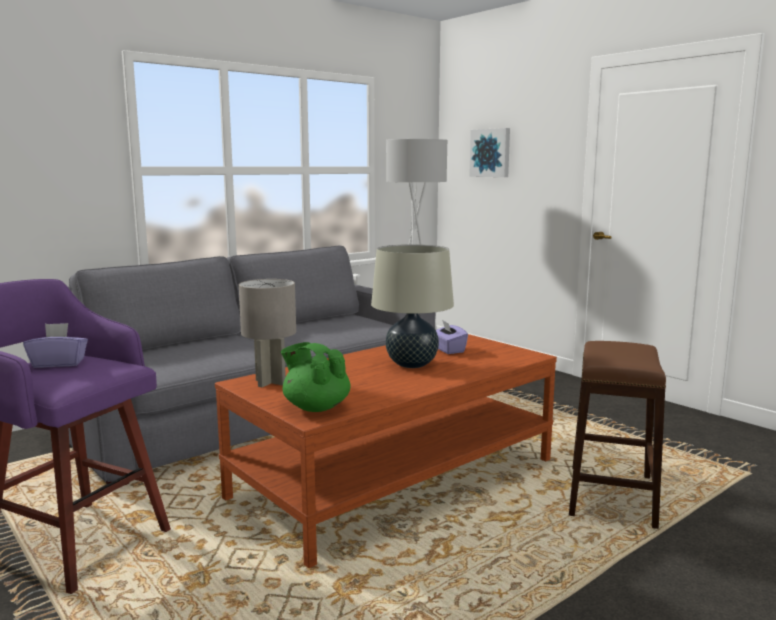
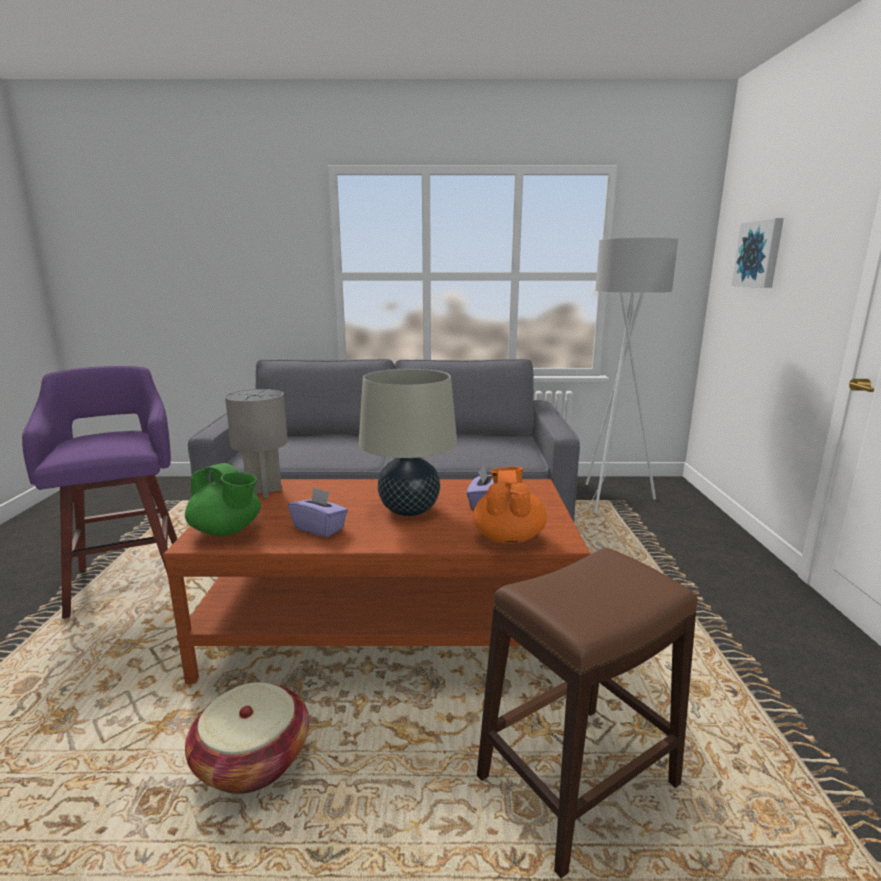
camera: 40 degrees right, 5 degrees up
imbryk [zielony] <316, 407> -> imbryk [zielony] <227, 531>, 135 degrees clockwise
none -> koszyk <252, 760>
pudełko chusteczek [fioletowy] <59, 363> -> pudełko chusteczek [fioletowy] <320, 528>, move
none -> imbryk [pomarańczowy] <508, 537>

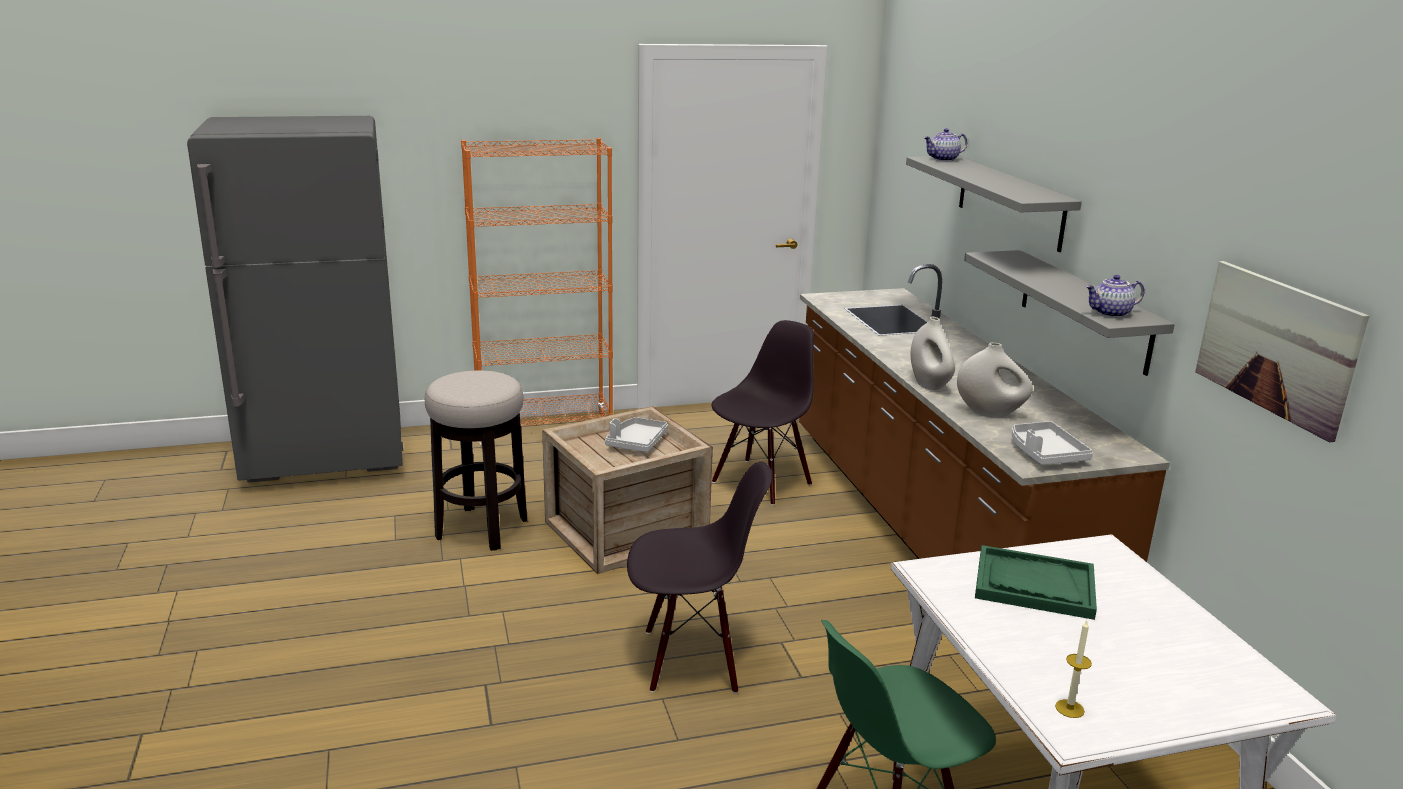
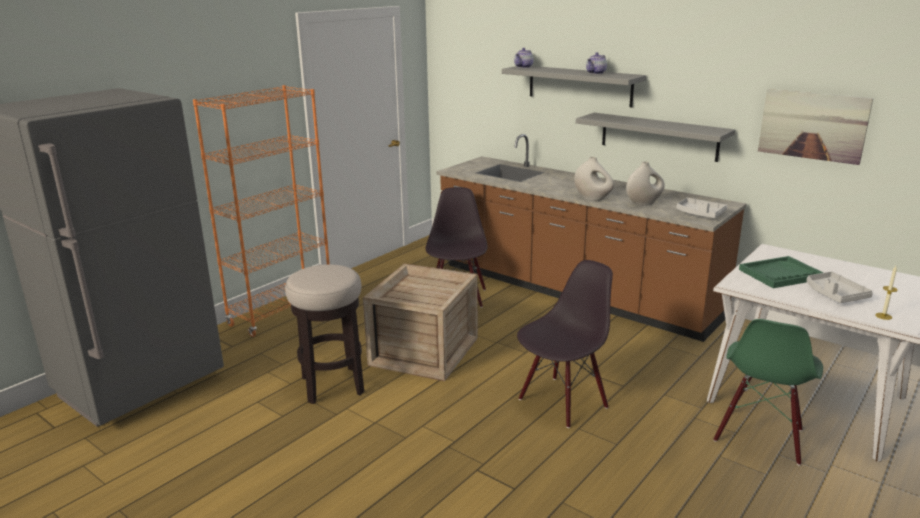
camera: 35 degrees left, 0 degrees up
imbryk <1111, 314> -> imbryk <596, 73>, move
taca [szary] <636, 442> -> taca [szary] <834, 294>, move

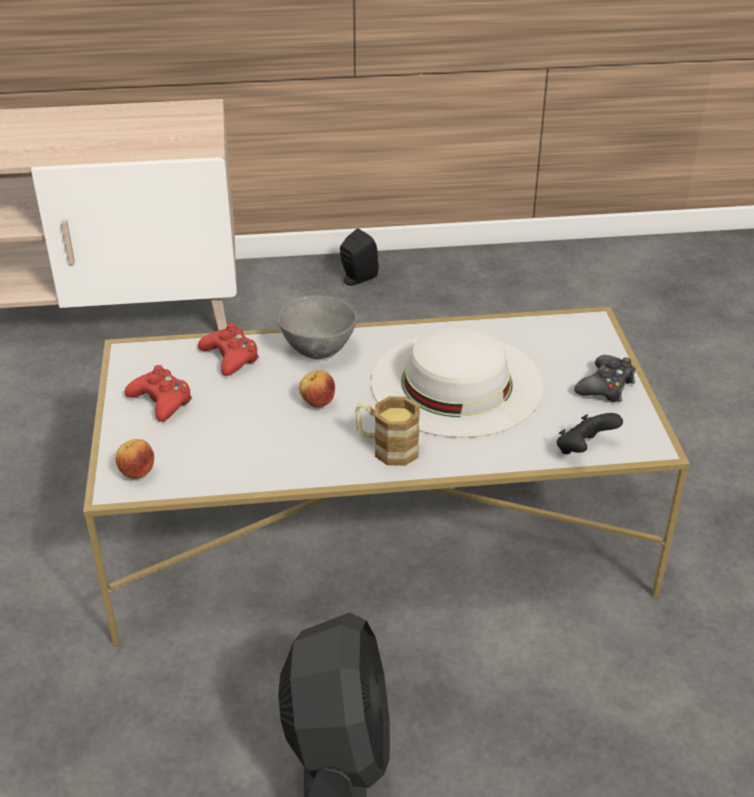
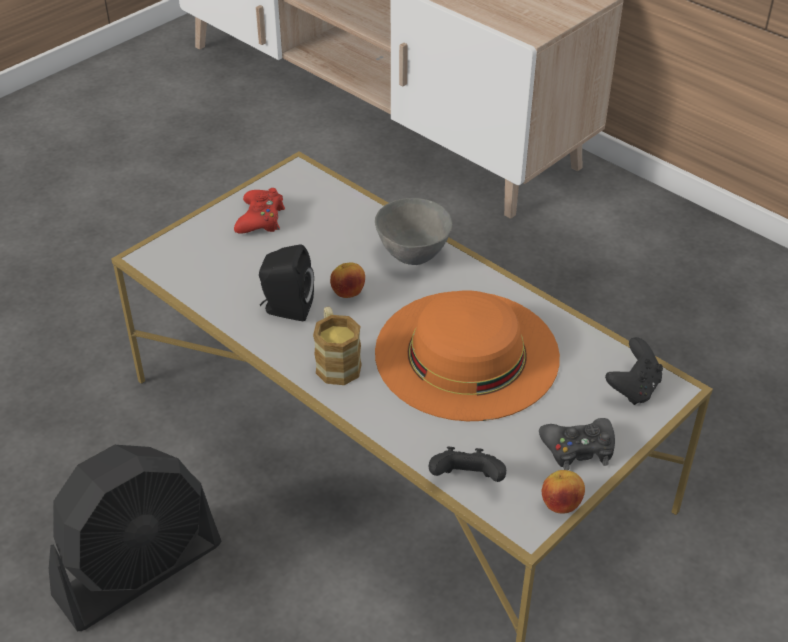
camera: 50 degrees right, 5 degrees up
głośnik [czarny] <356, 279> -> głośnik [czarny] <286, 309>, move
kapelusz [biały] <456, 383> -> kapelusz [pomarańczowy] <466, 353>
jabłko <137, 473> -> jabłko <560, 504>, move
none -> pad do gier [czarny] <633, 388>
pad do gier [czerwony] <230, 357> -> none

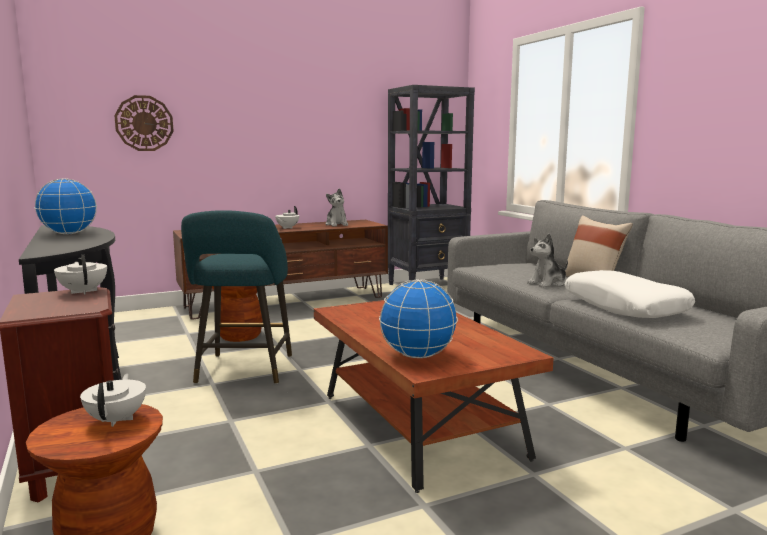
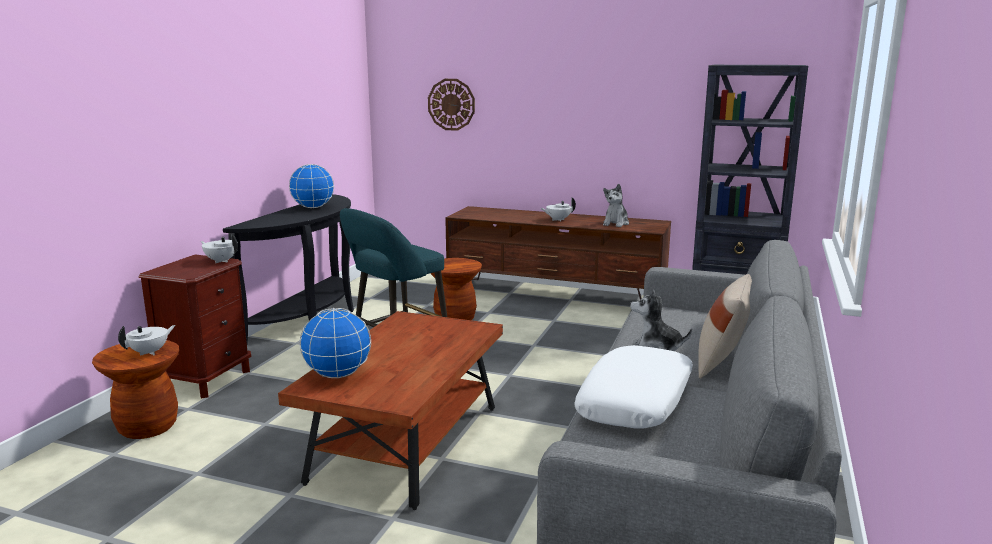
camera: 45 degrees right, 5 degrees up
imbryk [biały] <83, 291> -> imbryk [biały] <221, 261>, 75 degrees counterclockwise

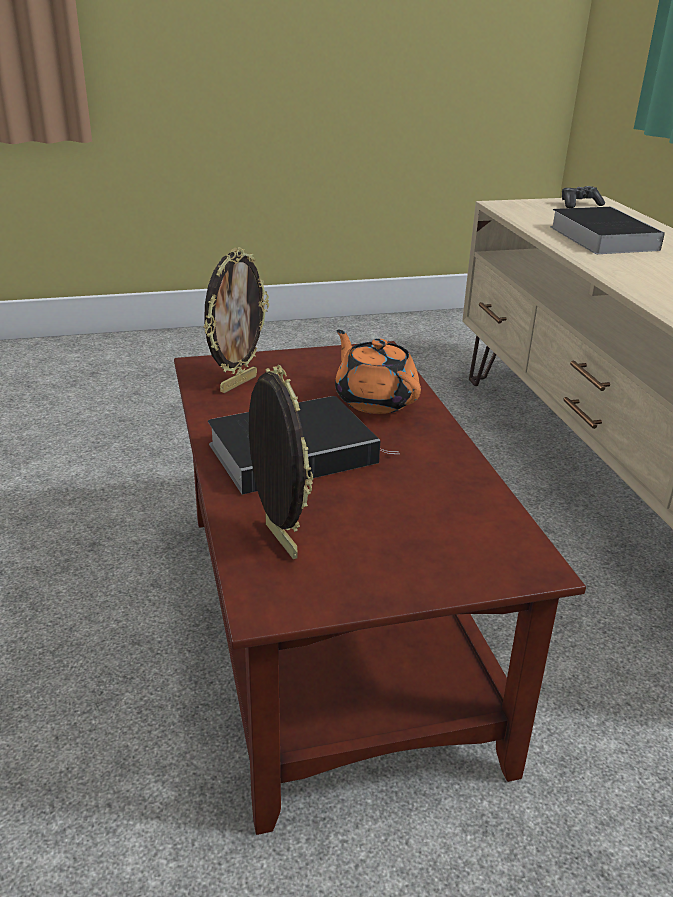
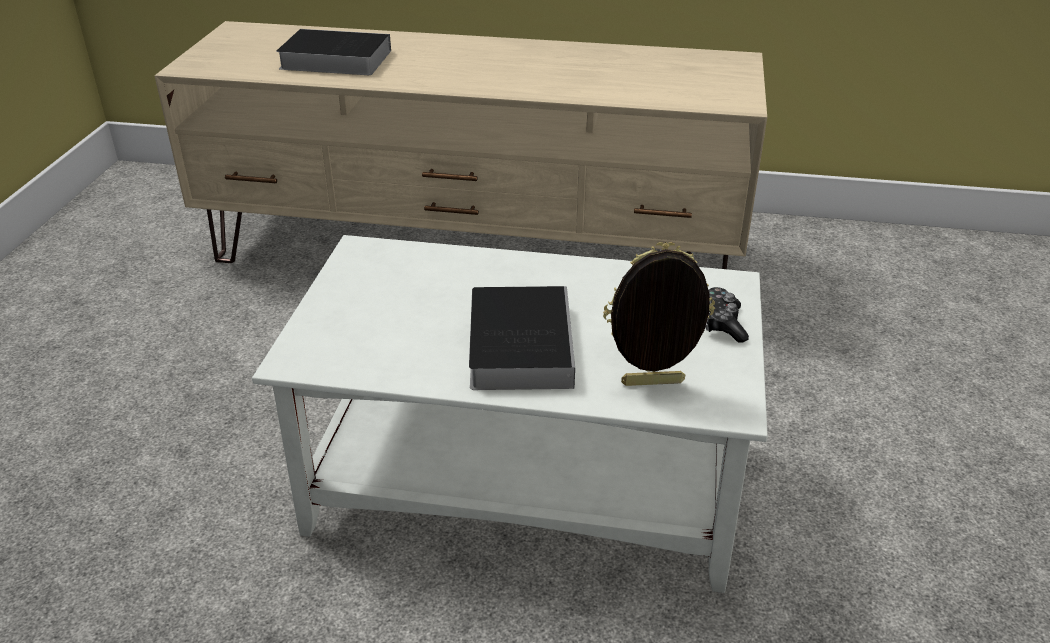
camera: 65 degrees left, 5 degrees up
ława [brązowy] <333, 630> -> ława [biały] <528, 481>
pad do gier <579, 204> -> pad do gier <722, 323>, move
ramka na zdjęcie <237, 383> -> none
imbryk [pomarańczowy] <375, 400> -> none

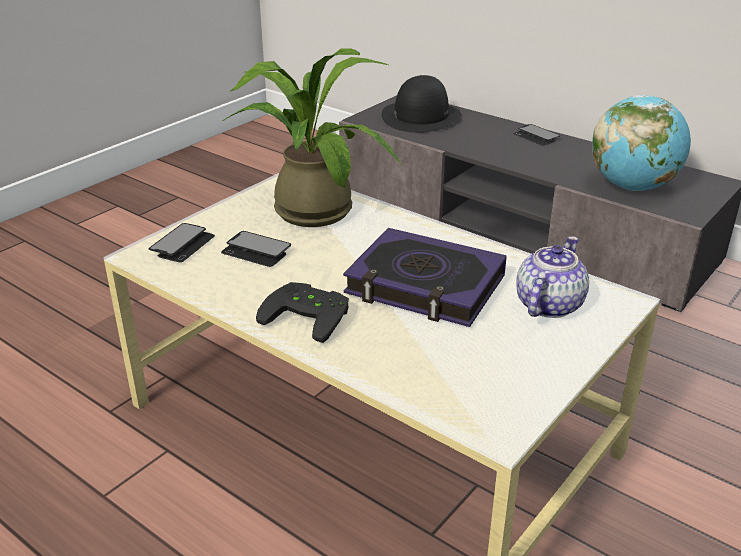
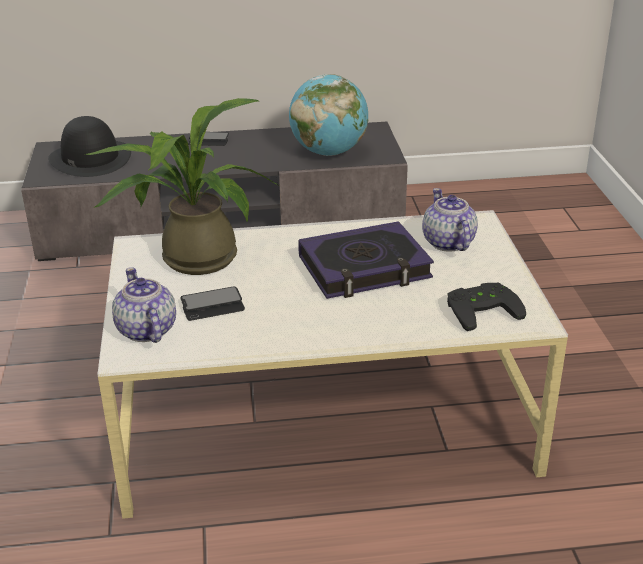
camera: 45 degrees left, 0 degrees up
telefon <182, 244> -> imbryk <146, 331>
pad do gier [czarny] <309, 314> -> pad do gier [czarny] <481, 308>, move

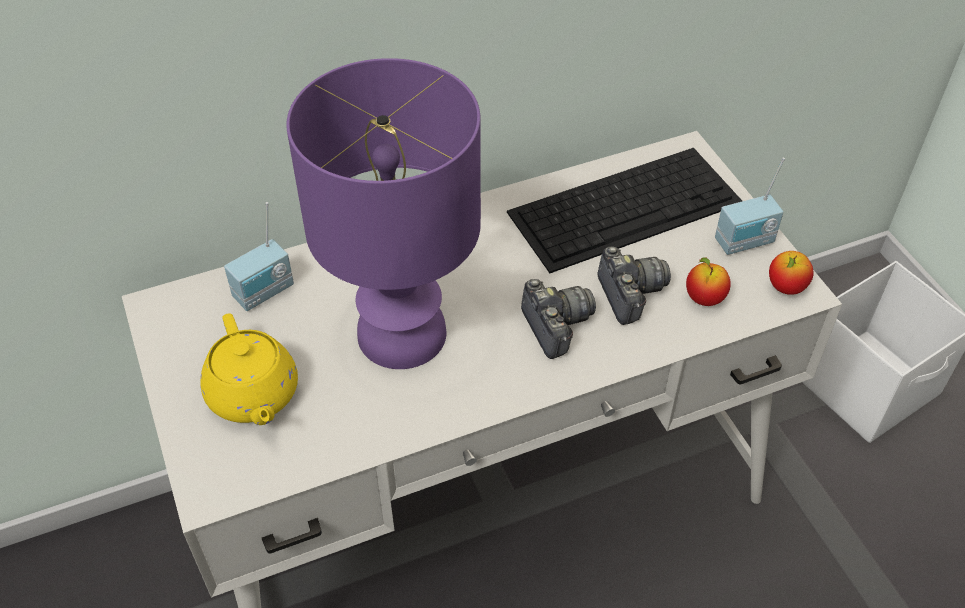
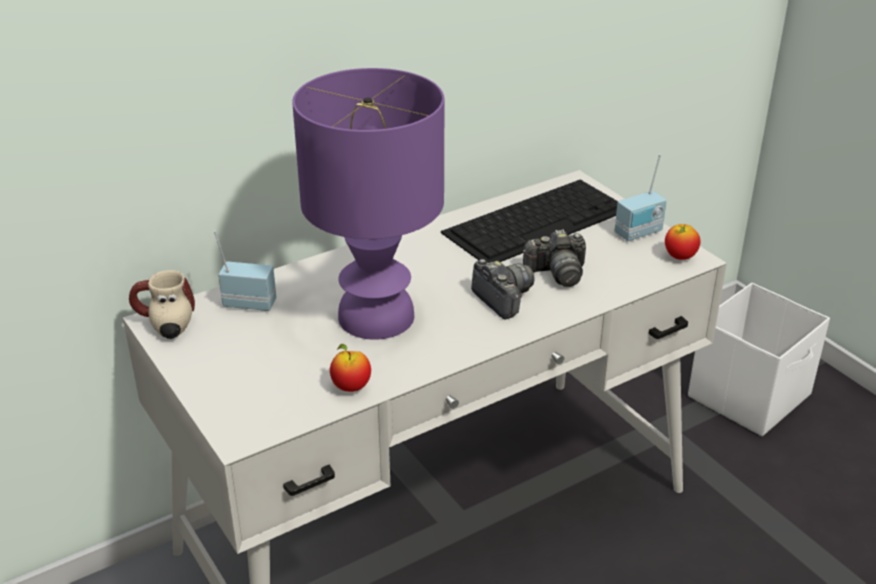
camera: 10 degrees left, 15 degrees down
none -> kubek <164, 326>
radio <265, 293> -> radio <250, 303>, 120 degrees counterclockwise
jabłko <704, 298> -> jabłko <351, 387>, move
aparat fotograficzny <629, 294> -> aparat fotograficzny <557, 273>, 105 degrees clockwise
imbryk [żółty] <253, 395> -> none

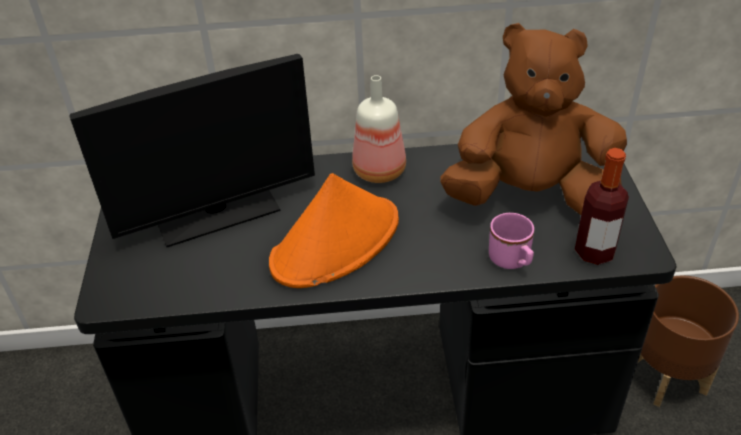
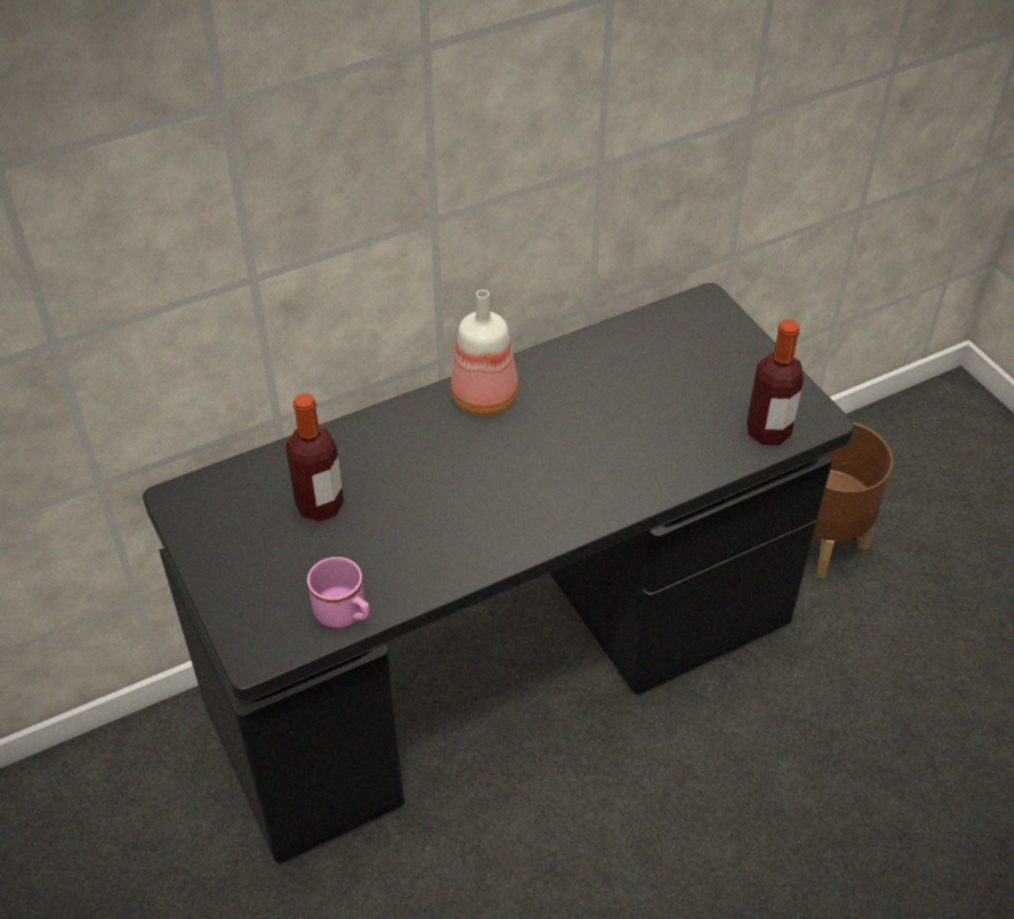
camera: 25 degrees left, 5 degrees up
monitor <217, 212> -> butelka <320, 505>
kubek [różowy] <512, 261> -> kubek [różowy] <345, 615>, move
kapelusz [pomarańczowy] <336, 242> -> none
pluszak [brązowy] <530, 196> -> none

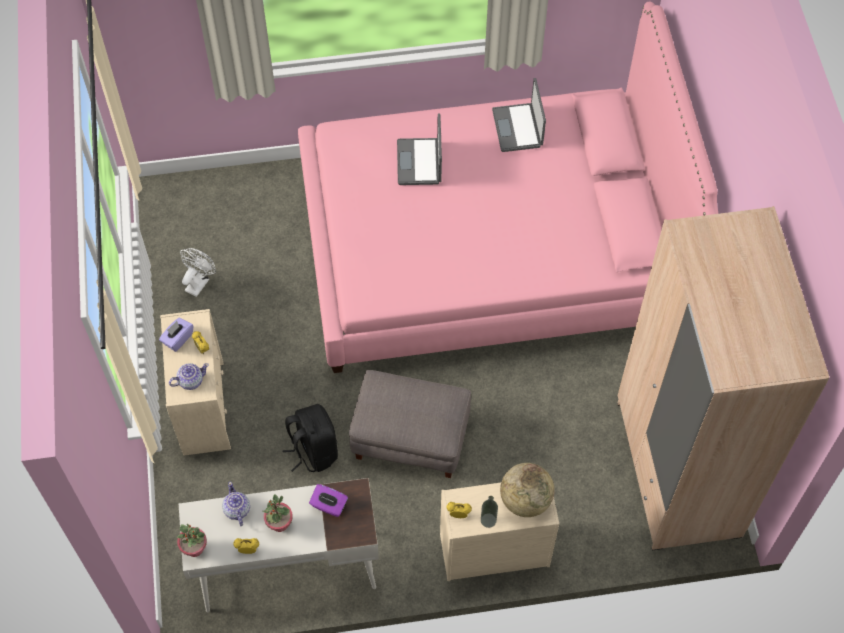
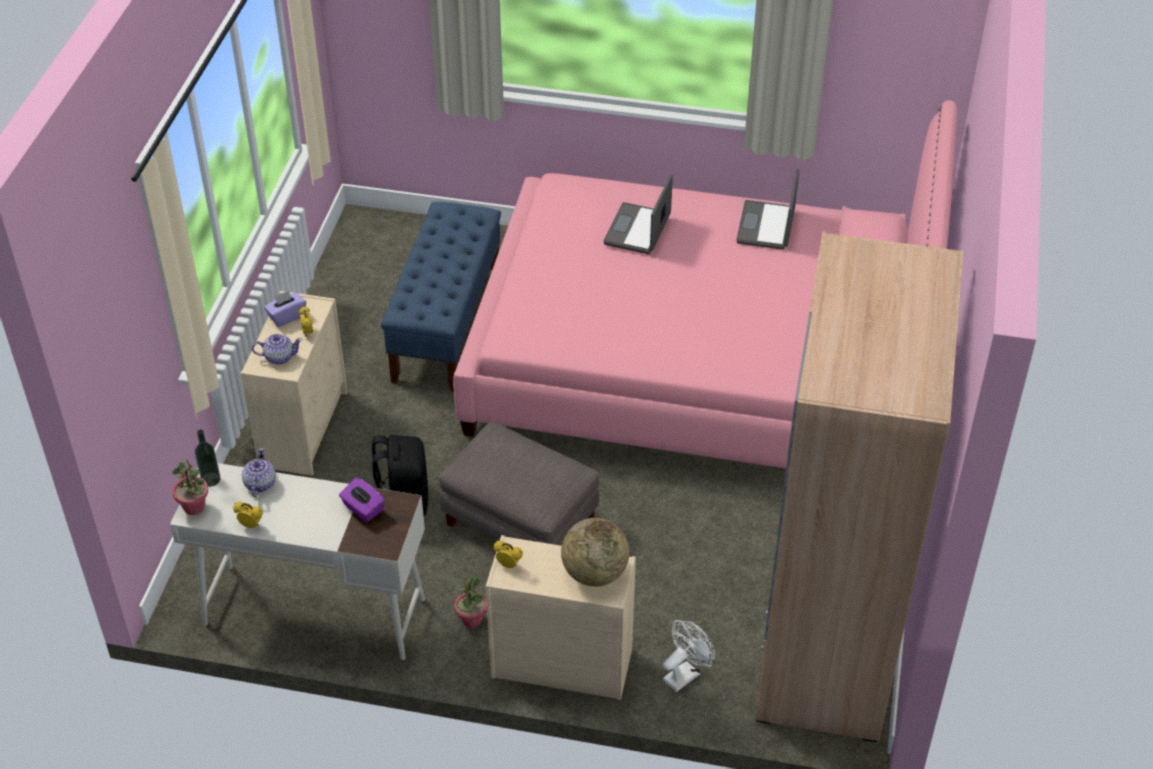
camera: 20 degrees right, 15 degrees down
butelka <488, 520> -> butelka <210, 479>, move
none -> ławka [niebieski] <447, 325>
roślina doniczkowa <279, 524> -> roślina doniczkowa <471, 620>, move
wentylator [biały] <199, 282> -> wentylator [biały] <685, 674>, move

